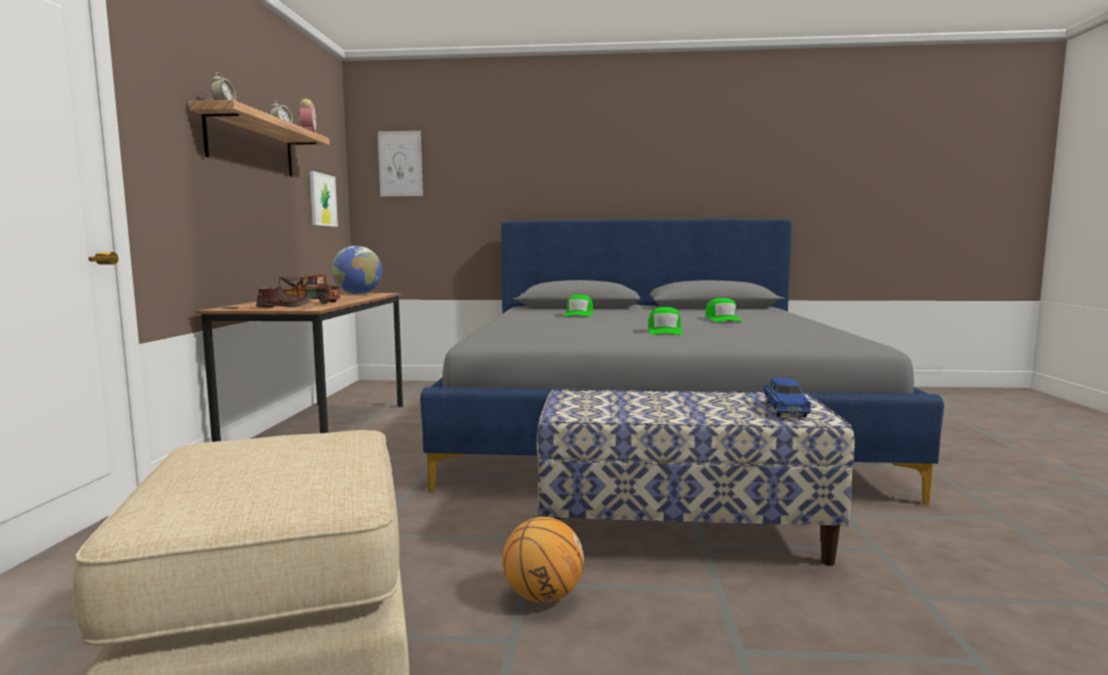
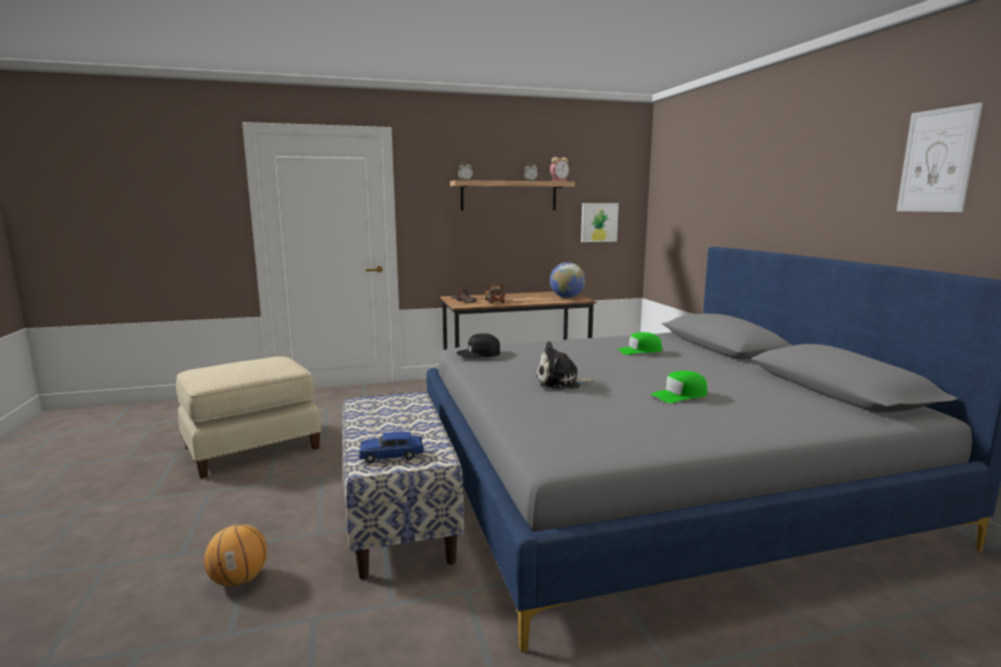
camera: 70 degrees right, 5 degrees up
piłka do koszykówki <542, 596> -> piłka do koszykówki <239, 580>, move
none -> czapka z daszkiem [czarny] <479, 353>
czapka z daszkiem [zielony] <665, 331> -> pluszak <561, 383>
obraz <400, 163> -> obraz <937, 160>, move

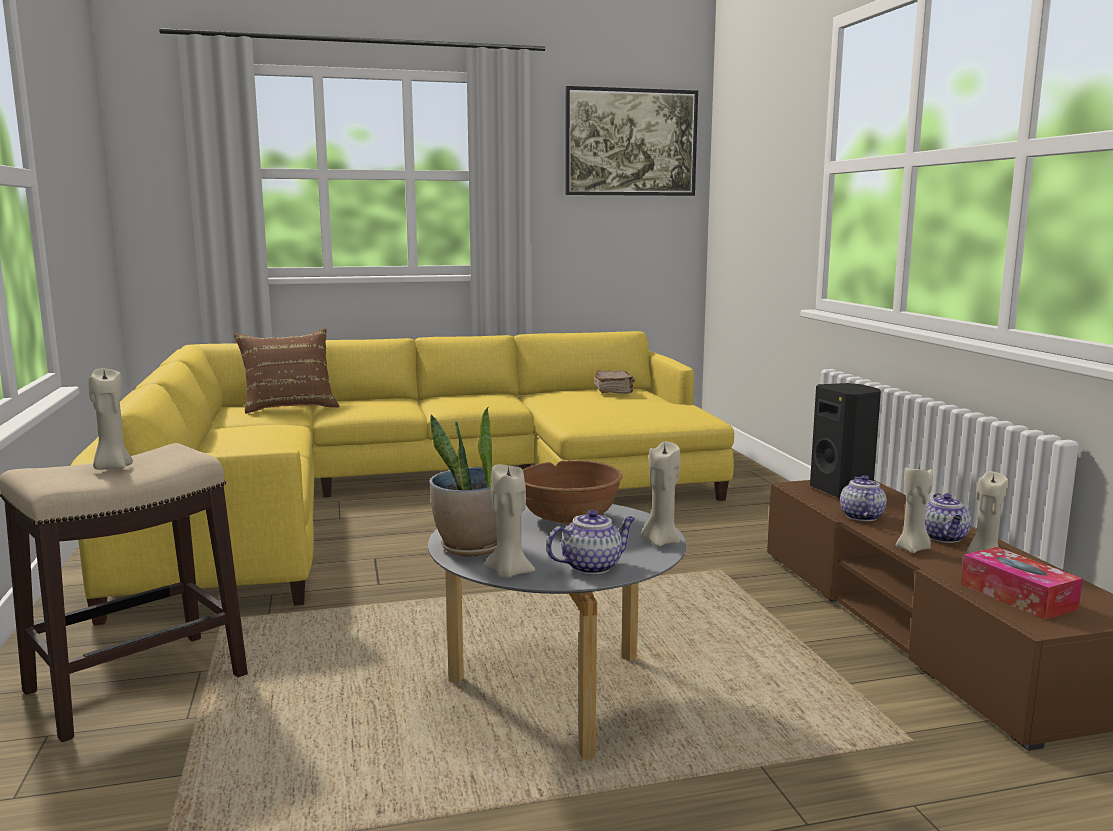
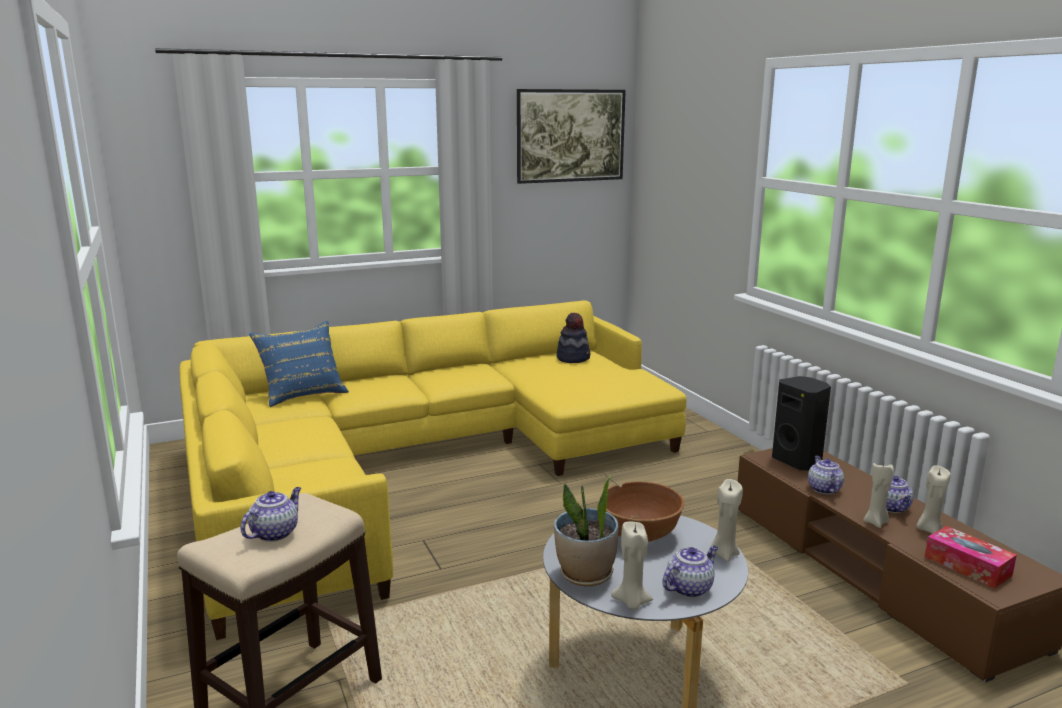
camera: 10 degrees left, 5 degrees up
świeca [beżowy] <113, 467> -> imbryk <275, 533>
poduszka [brązowy] <289, 406> -> poduszka [niebieski] <303, 394>
książka [brązowy] <613, 391> -> kapelusz <573, 358>

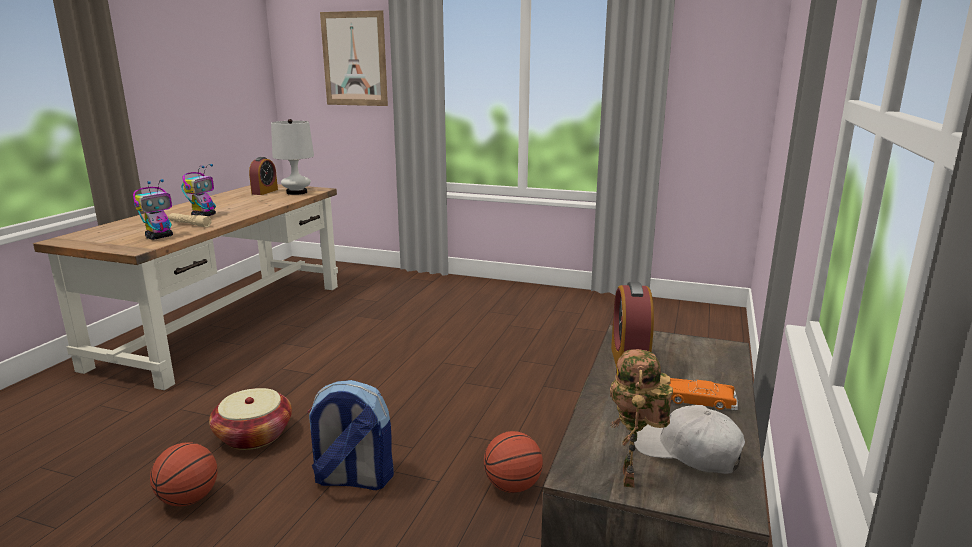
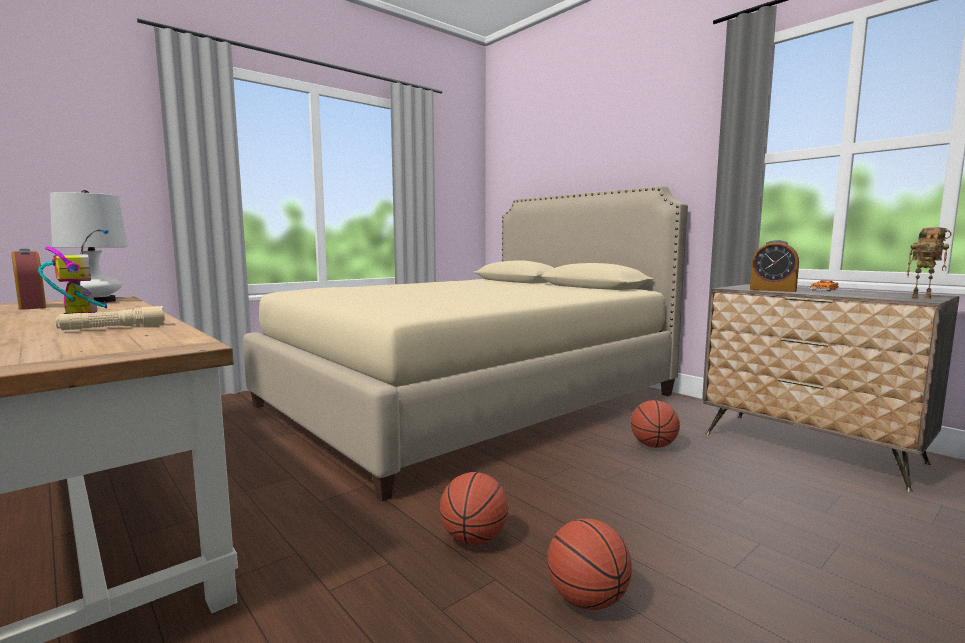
camera: 60 degrees left, 10 degrees down
none -> łóżko [beżowy] <470, 400>
koszyk <254, 435> -> piłka do koszykówki <473, 539>
robot zabawkowy <160, 237> -> none
plecak <352, 479> -> none
obraz <354, 59> -> none
czapka z daszkiem [biały] <688, 452> -> none

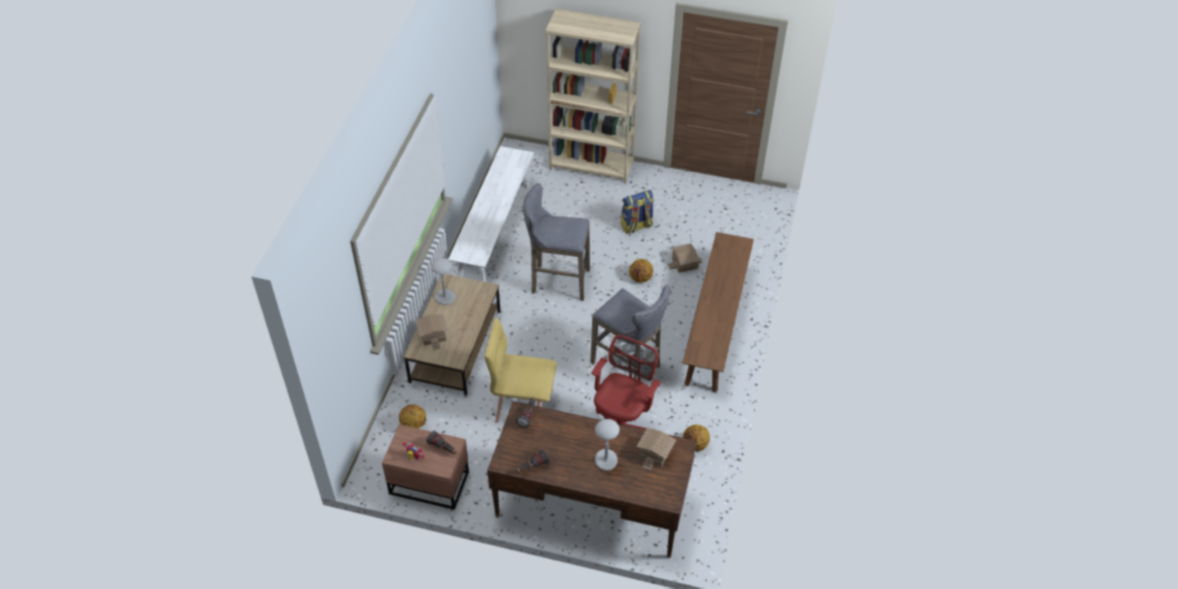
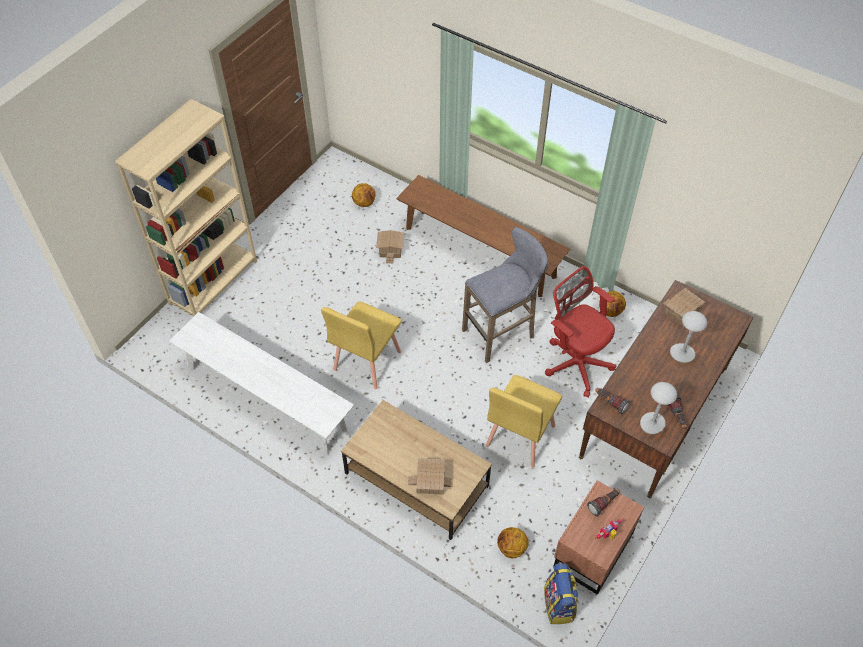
camera: 70 degrees left, 5 degrees up
stołek [szary] <557, 282> -> krzesło [żółty] <366, 360>
piłka do koszykówki <640, 278> -> piłka do koszykówki <364, 203>, move
plecak <636, 226> -> plecak <559, 604>, move
lampa stołowa [szary] <445, 298> -> lampa stołowa [szary] <652, 424>, move

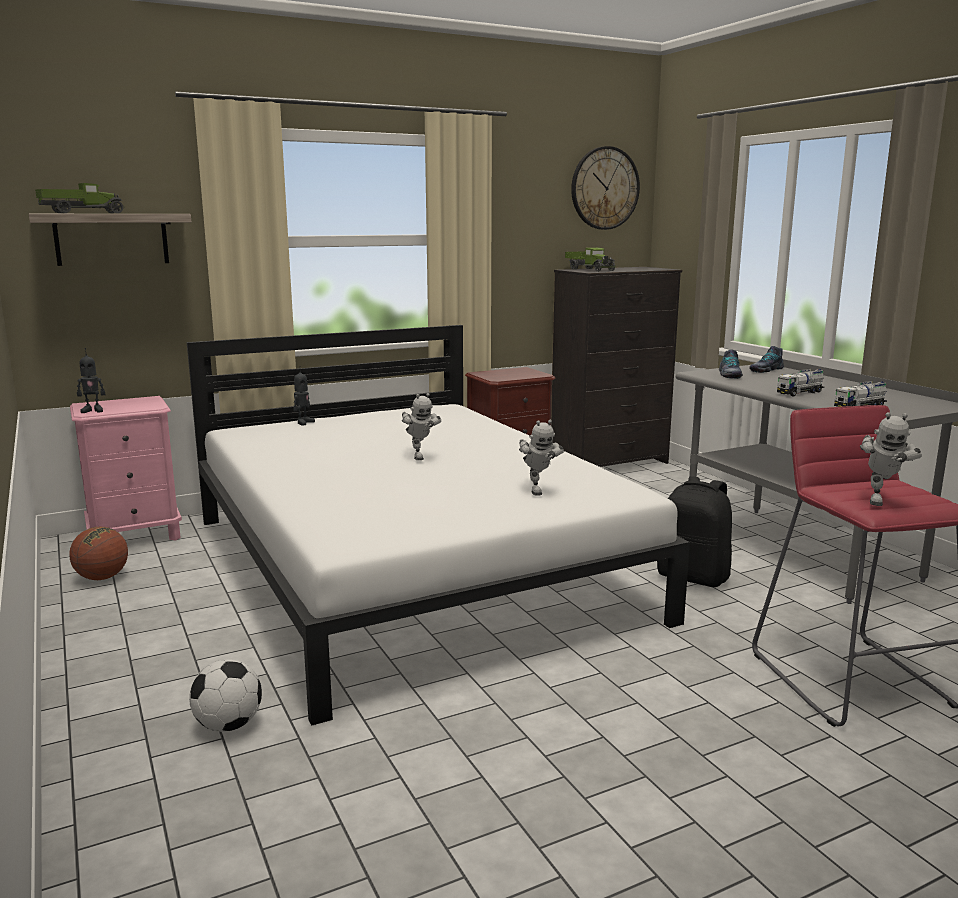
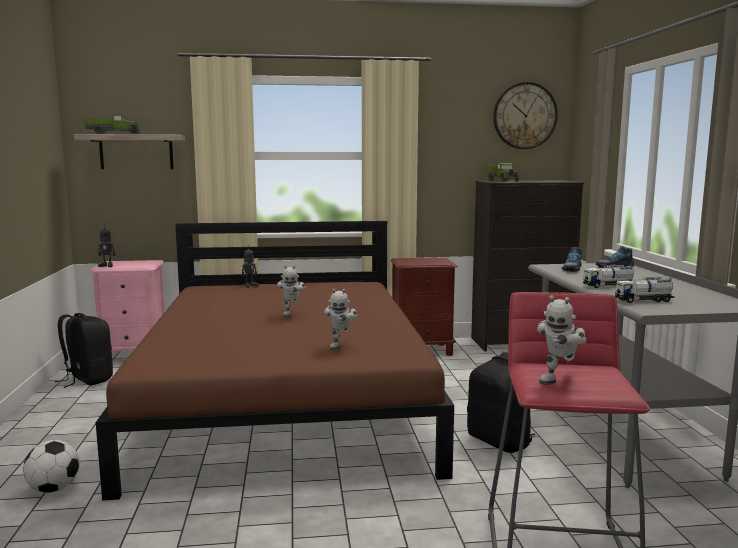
camera: 20 degrees right, 5 degrees down
piłka do koszykówki <102, 578> -> plecak [czarny] <87, 379>
łóżko [biały] <411, 566> -> łóżko [brązowy] <286, 400>

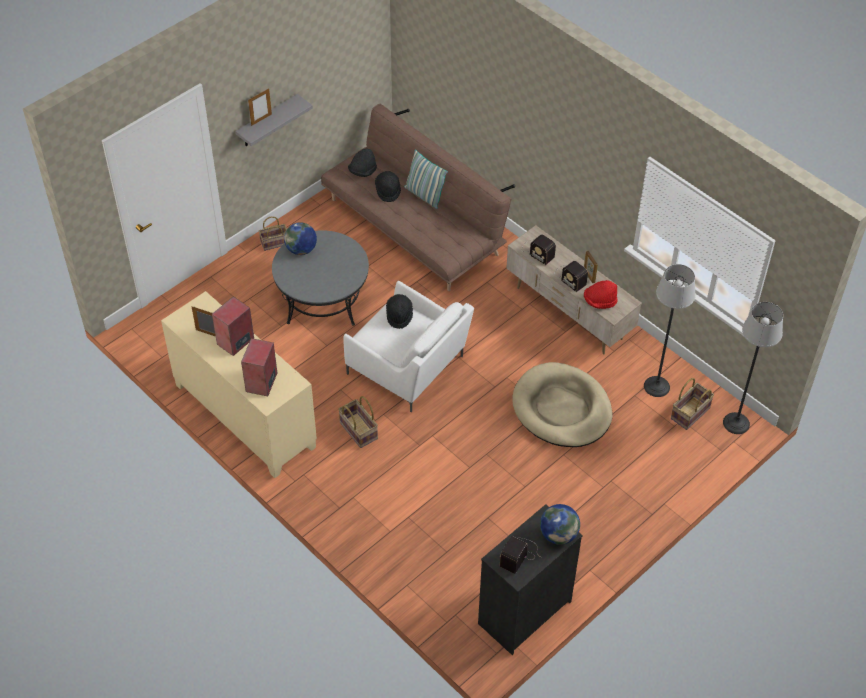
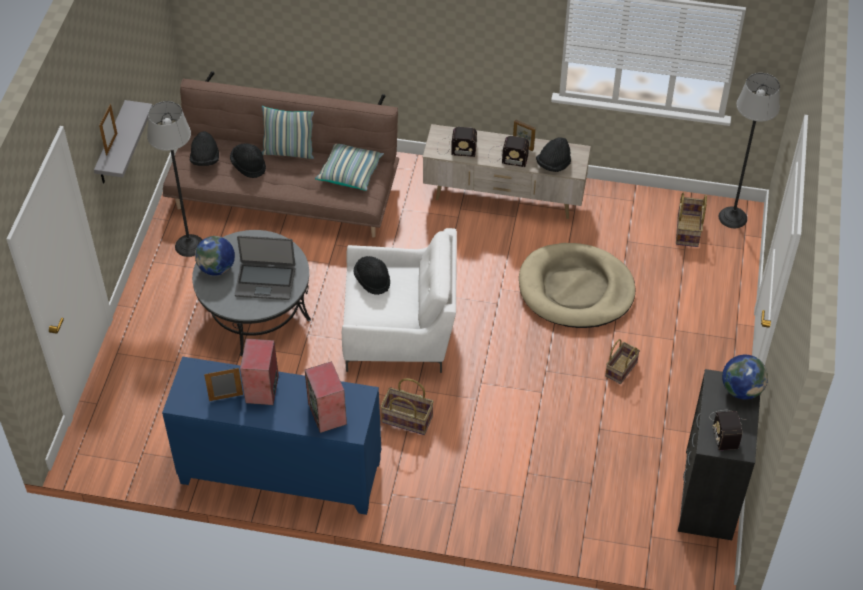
camera: 35 degrees left, 0 degrees up
lampa stojąca <656, 386> -> lampa stojąca <189, 245>, move
szafka [beżowy] <244, 416> -> szafka [niebieski] <280, 472>
none -> laptop <265, 281>
none -> poduszka <350, 173>
kapelusz [czerwony] <599, 301> -> kapelusz [czarny] <553, 164>
koszyk <275, 242> -> koszyk <621, 368>, move

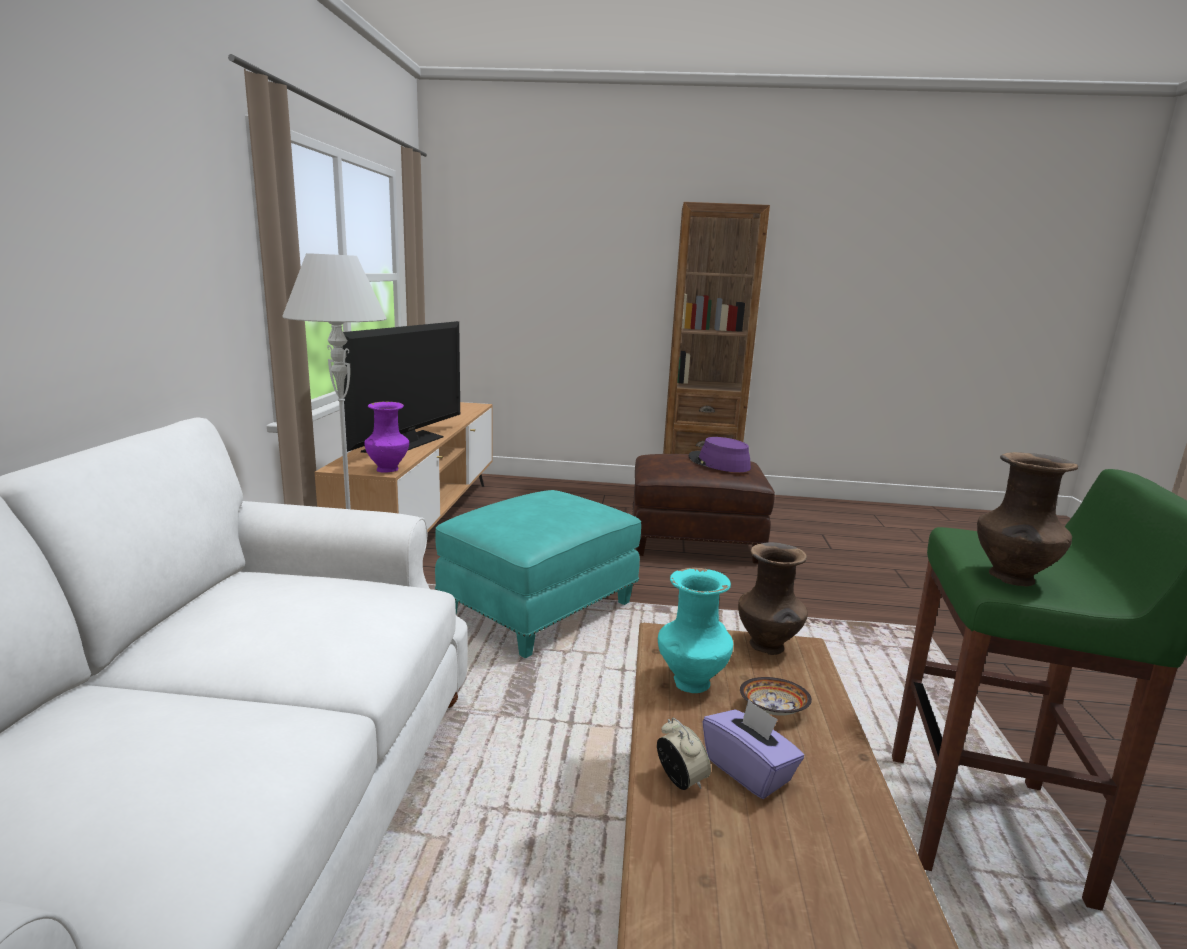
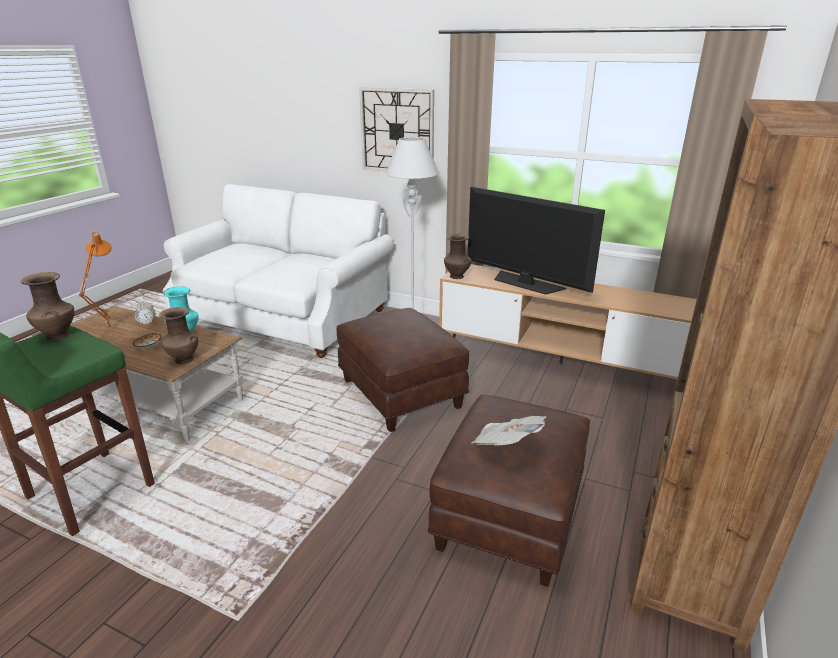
camera: 110 degrees right, 10 degrees up
none -> lampa stołowa [pomarańczowy] <108, 329>
pufa [turkusowy] <539, 607> -> pufa [brązowy] <402, 394>
none -> zegar ścienny <397, 131>
wazon [fioletowy] <388, 469> -> wazon [brązowy] <457, 277>
kapelusz [fioletowy] <718, 463> -> gazeta <506, 445>
pudełko chusteczek [fioletowy] <748, 770> -> none

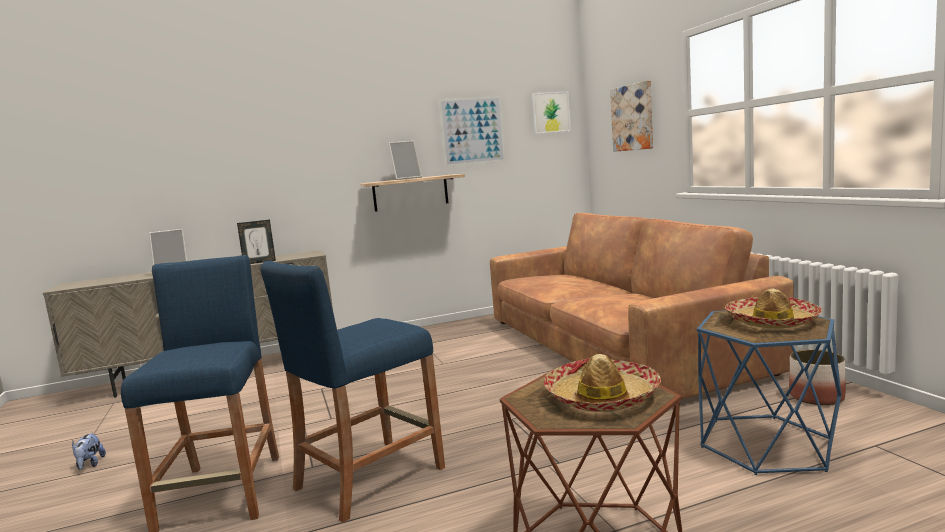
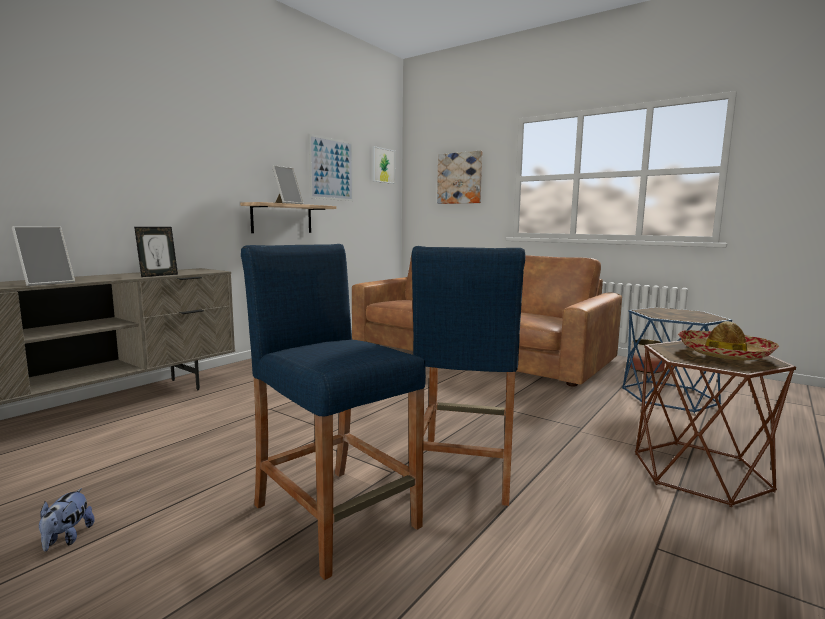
camera: 35 degrees left, 0 degrees up
pluszak <89, 465> -> pluszak <66, 539>, 45 degrees clockwise
kapelusz <772, 322> -> none

